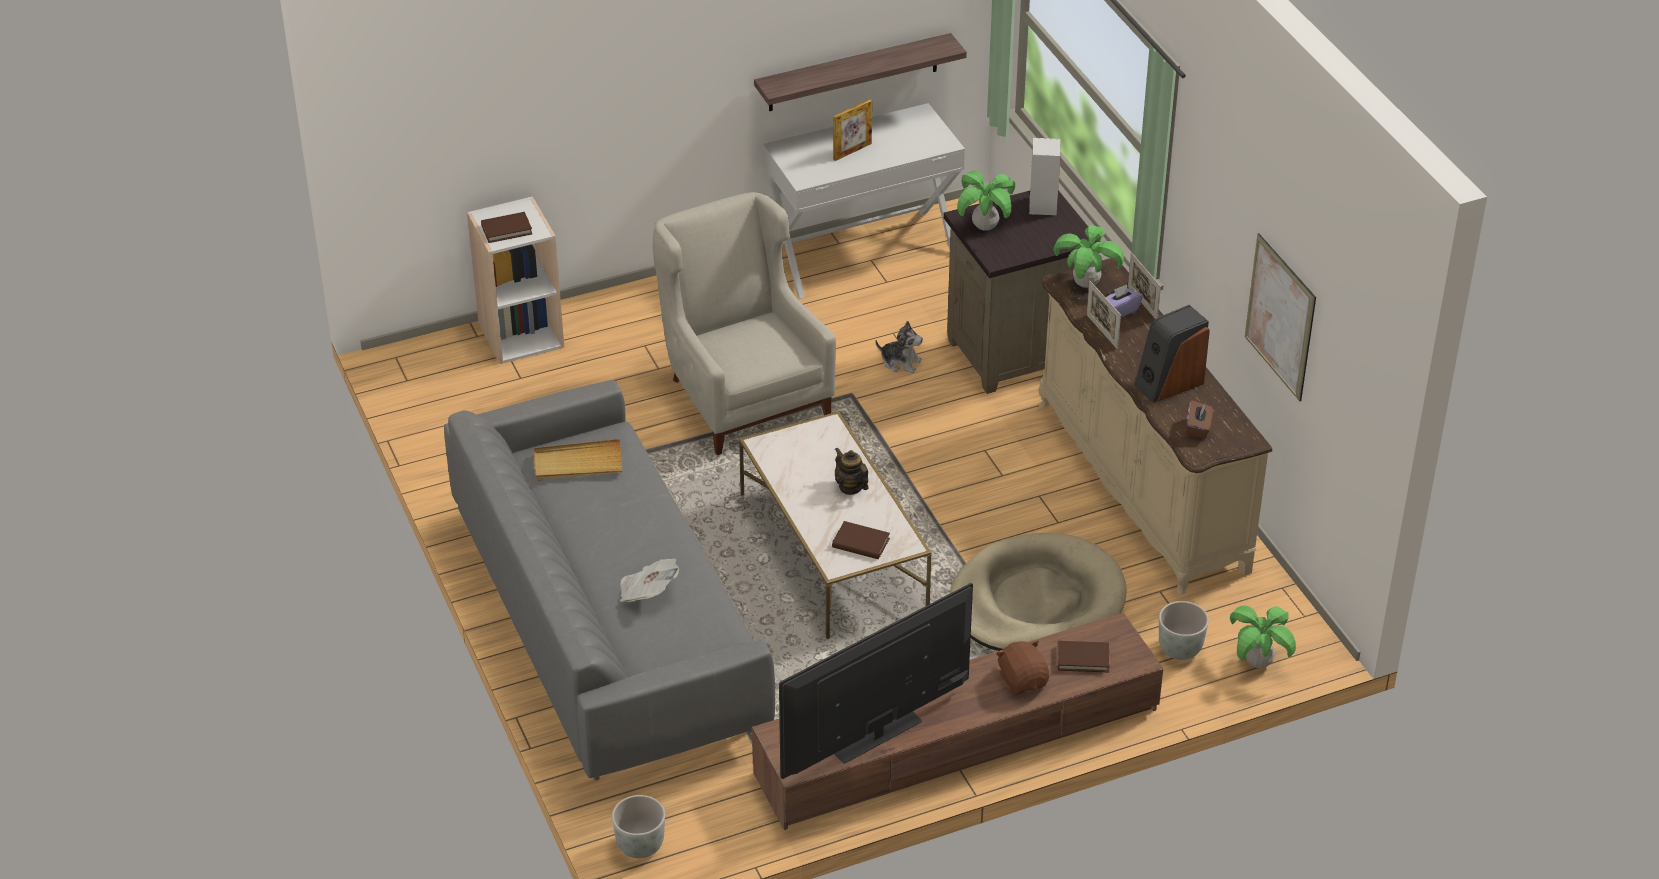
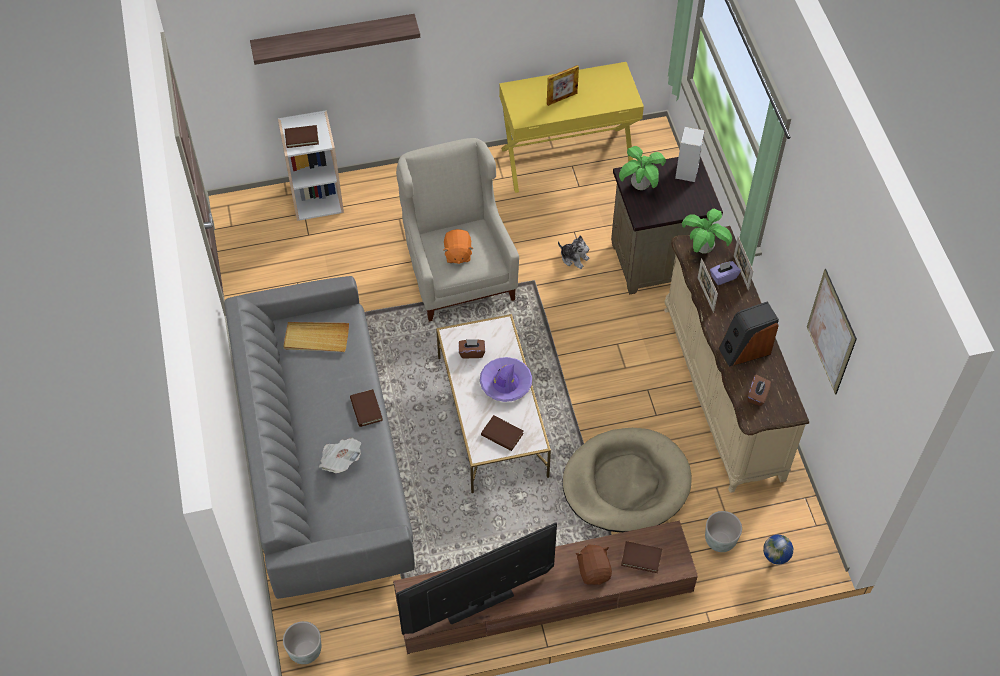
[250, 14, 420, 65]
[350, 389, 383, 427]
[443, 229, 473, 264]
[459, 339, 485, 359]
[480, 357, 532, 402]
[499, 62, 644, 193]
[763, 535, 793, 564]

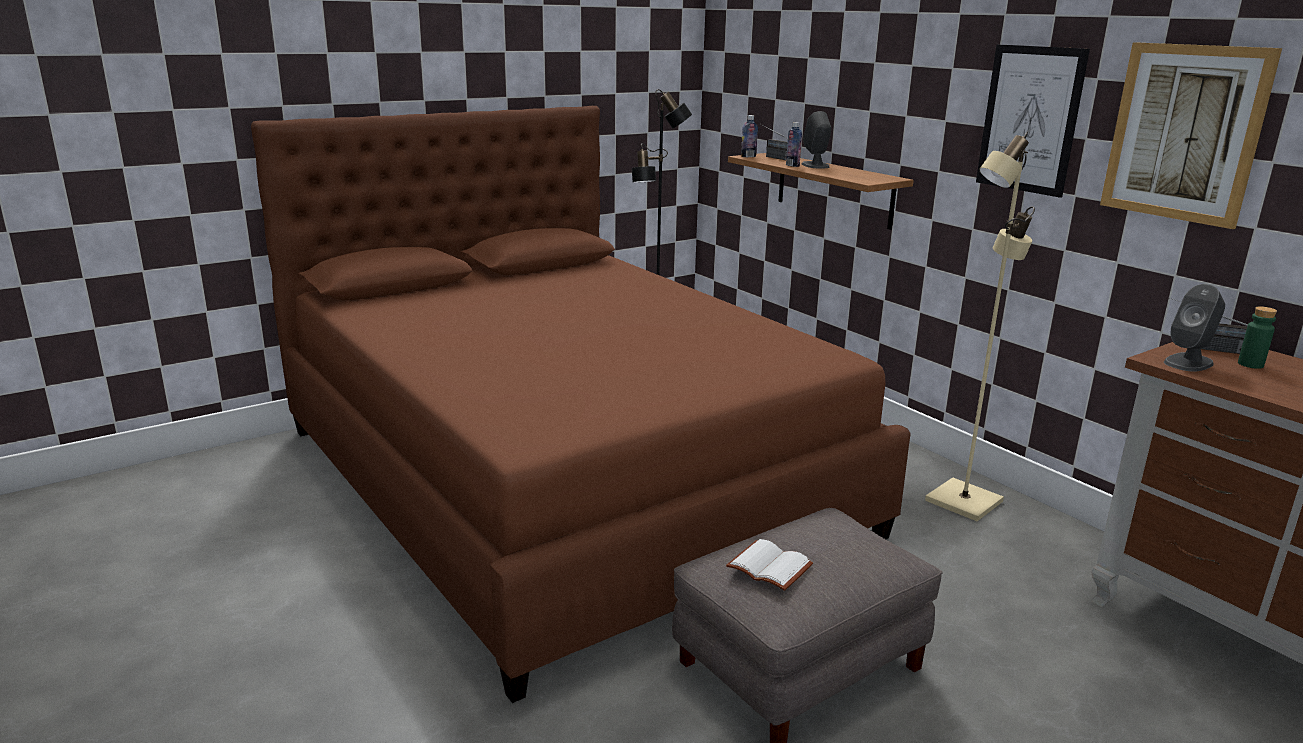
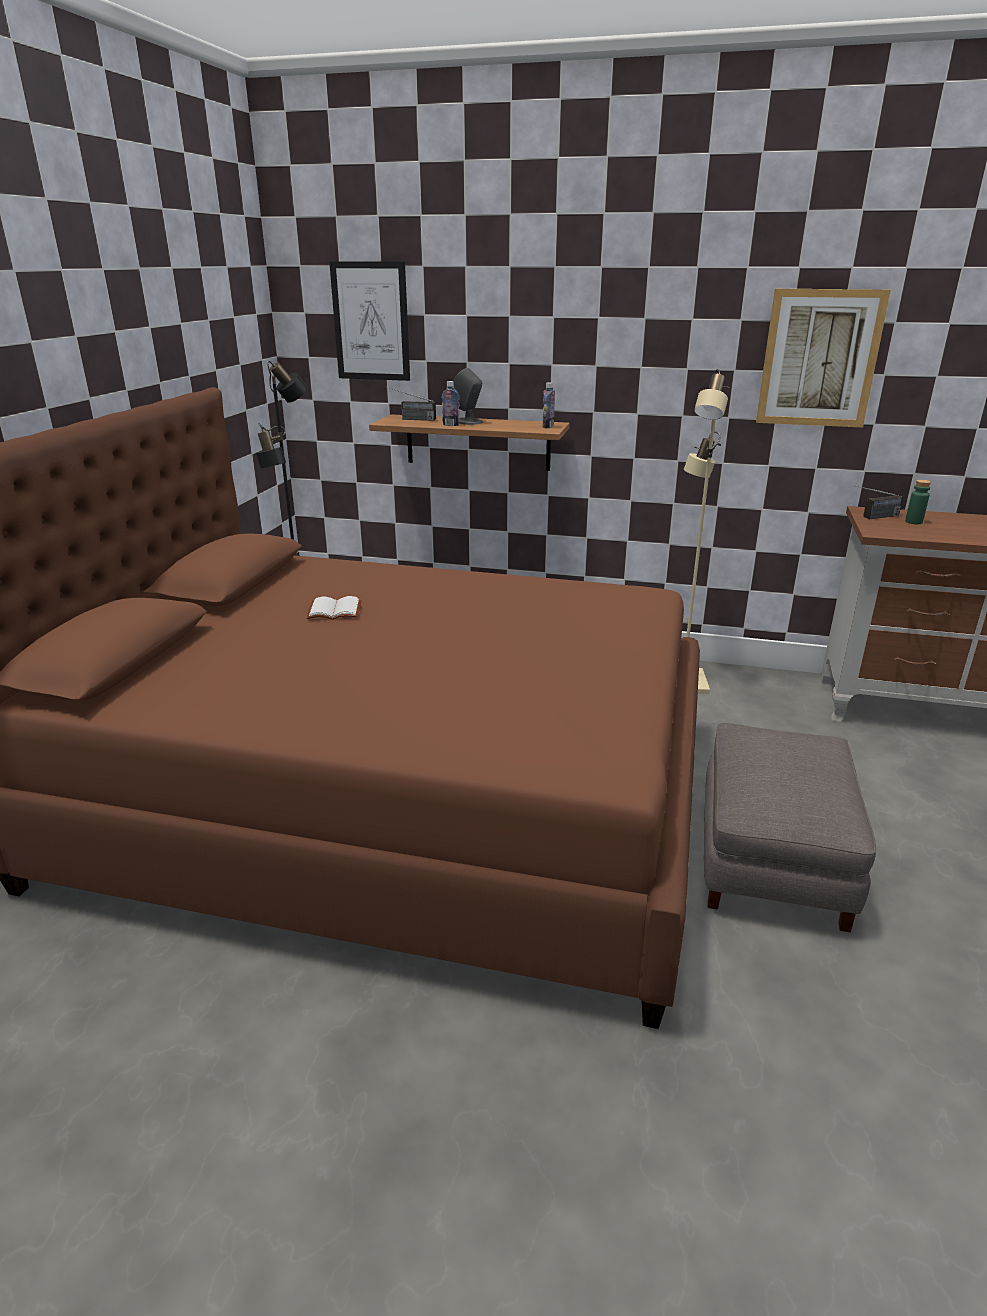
[306, 596, 361, 620]
[329, 261, 410, 381]
[543, 382, 555, 428]
[1164, 284, 1225, 371] (first image)

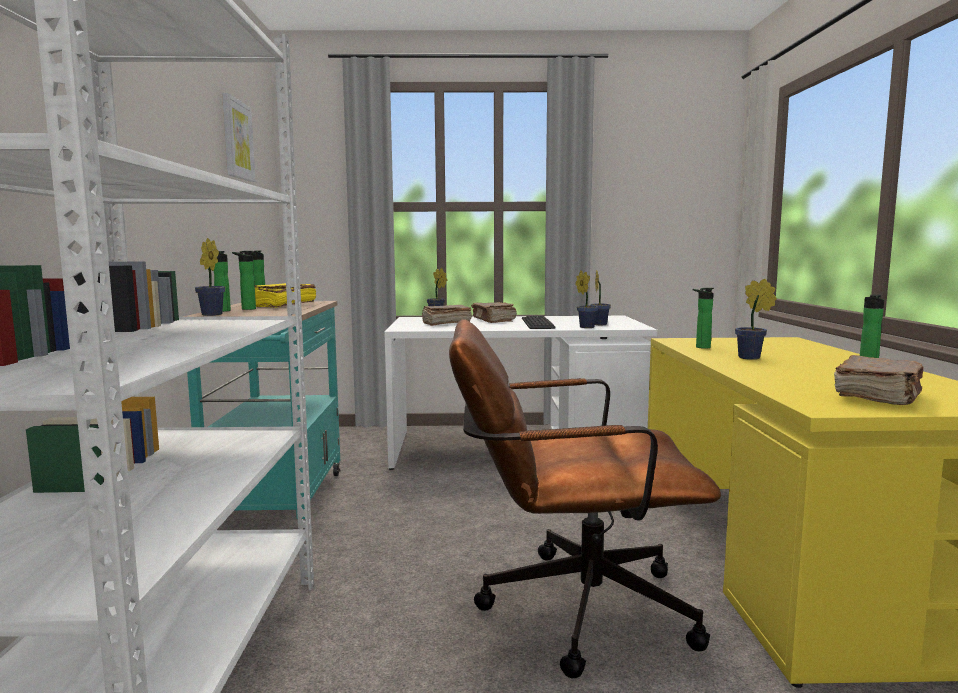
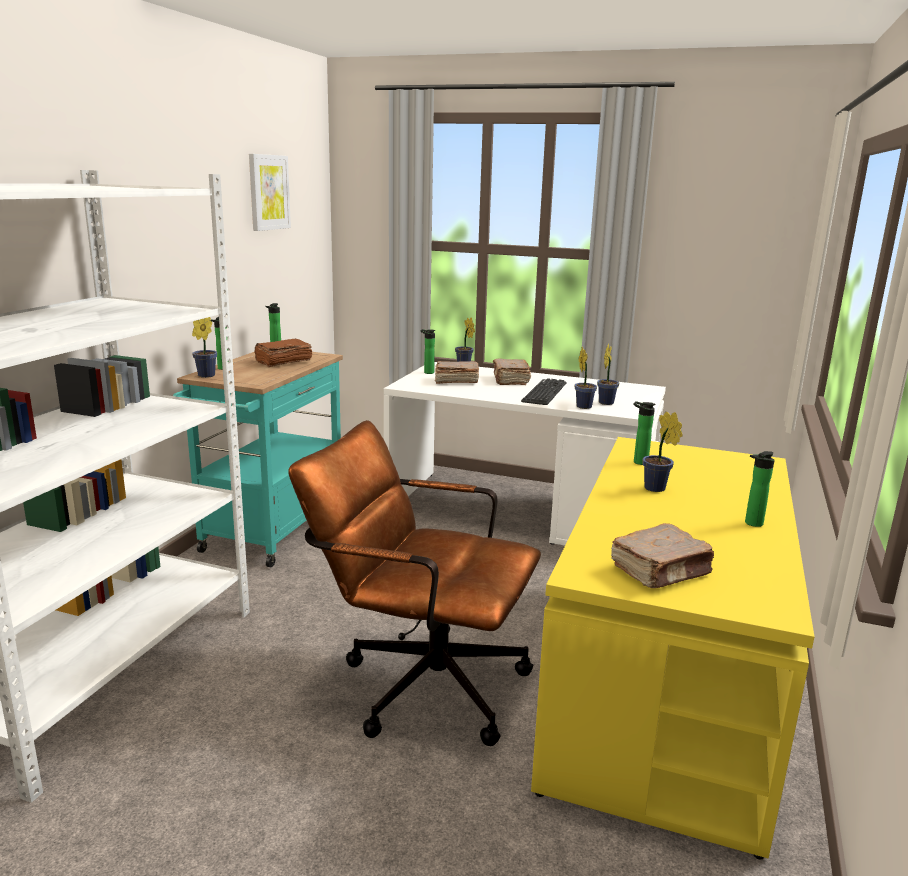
[254, 339, 312, 367]
[420, 329, 435, 374]

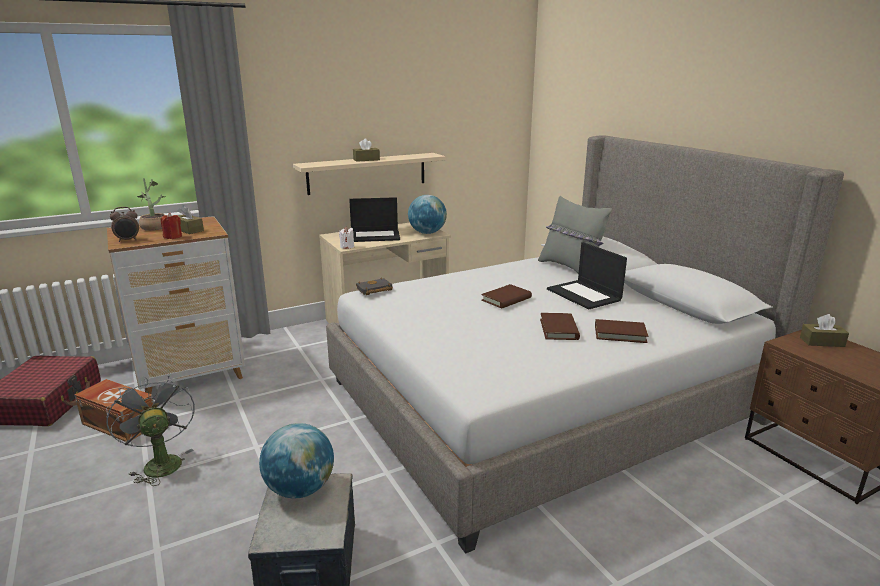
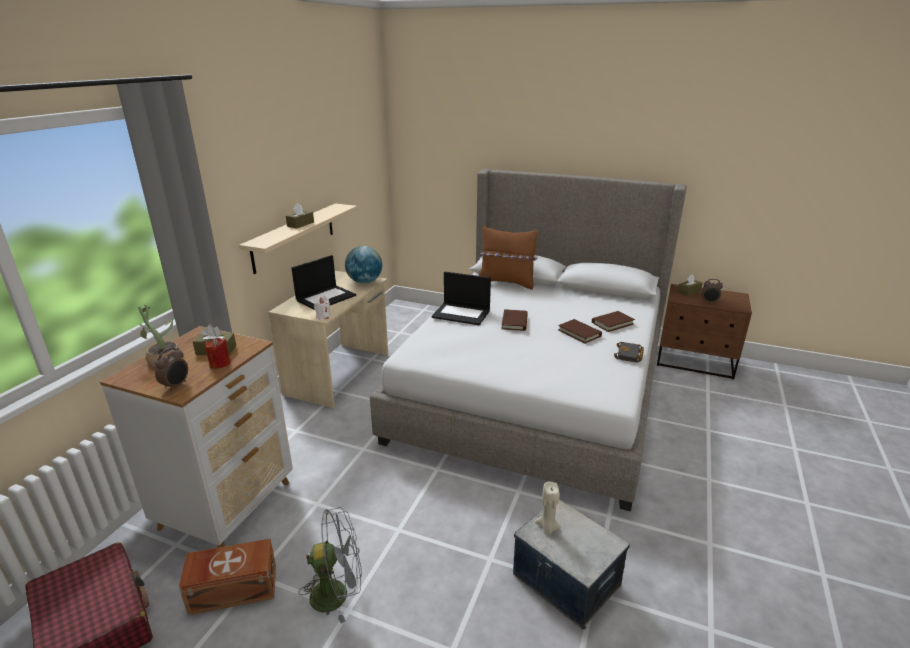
[299, 507, 362, 624]
[432, 272, 491, 325]
[478, 226, 539, 290]
[535, 482, 561, 535]
[614, 342, 644, 363]
[701, 279, 723, 304]

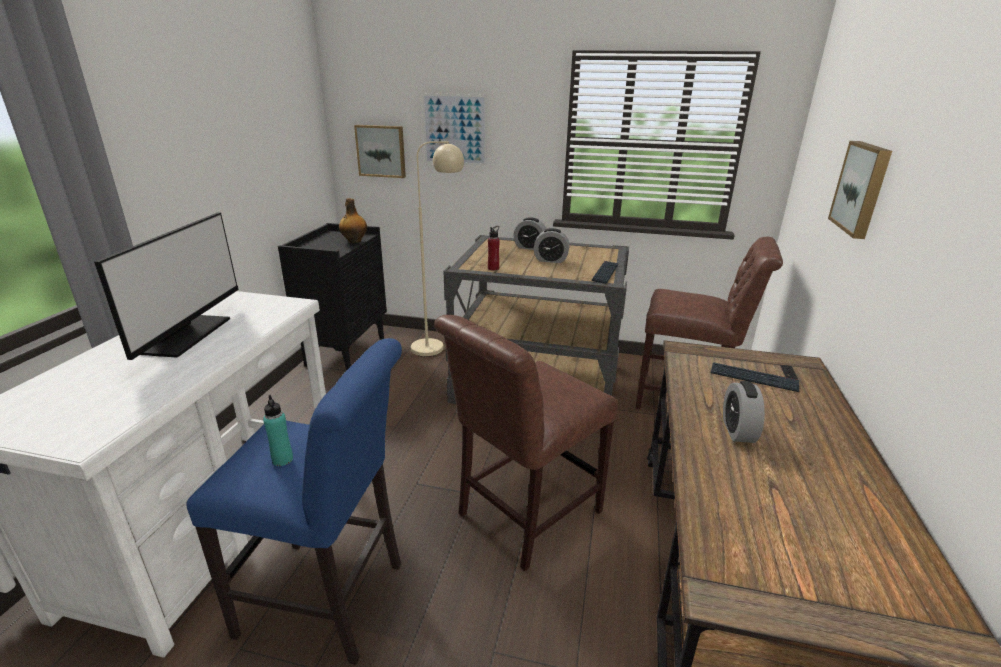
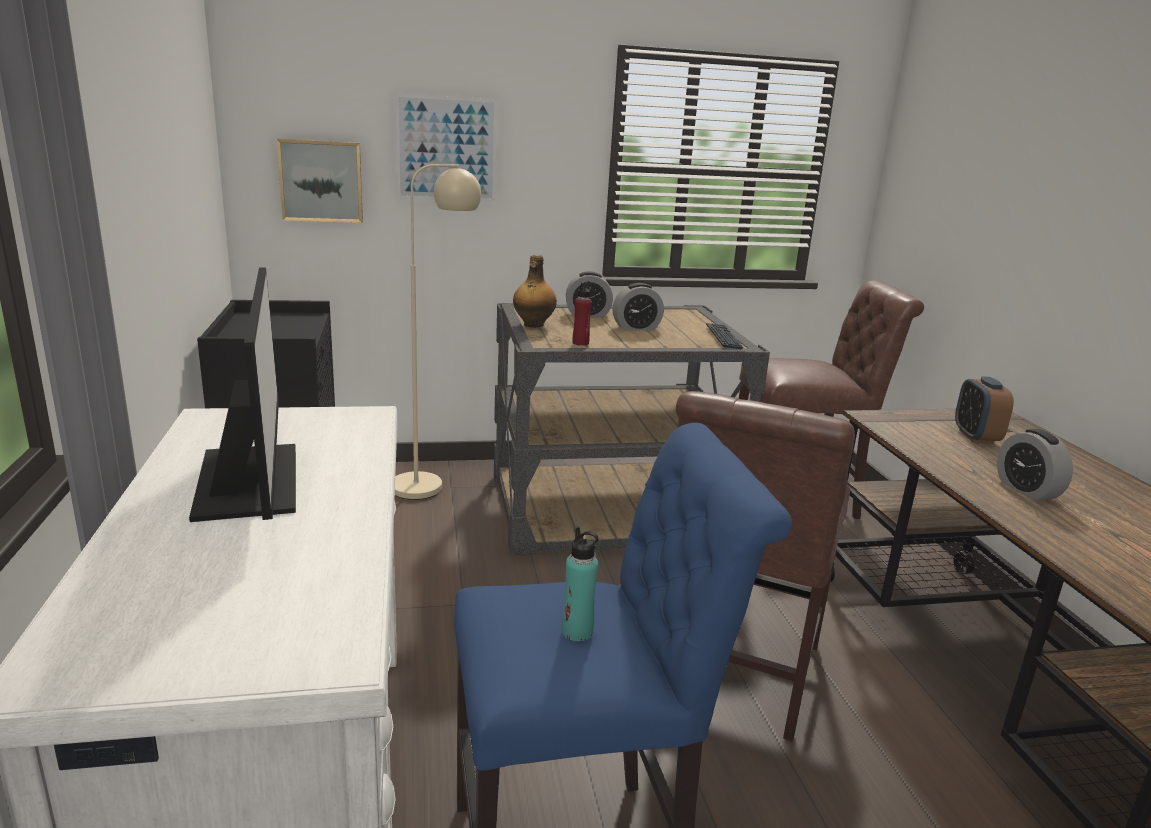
[513, 255, 557, 328]
[955, 376, 1014, 444]
[828, 141, 892, 239] (first image)

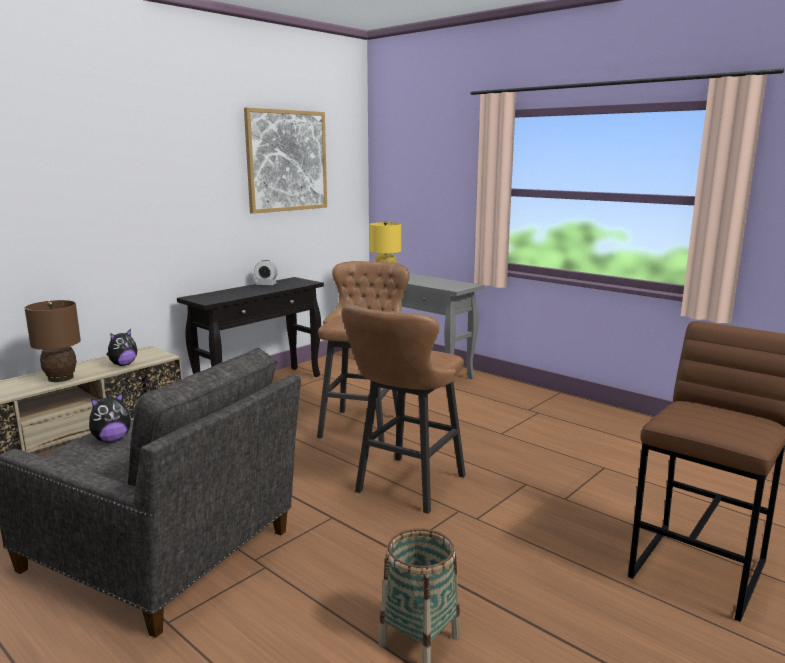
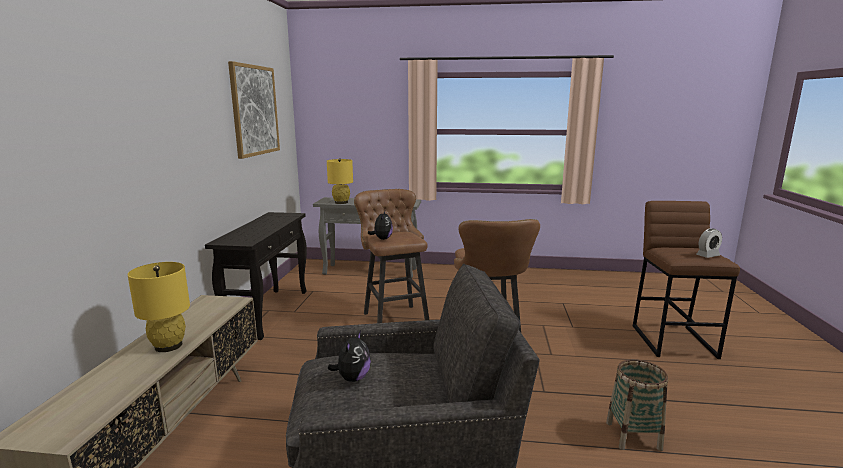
[127, 262, 190, 352]
[368, 211, 393, 240]
[696, 229, 722, 258]

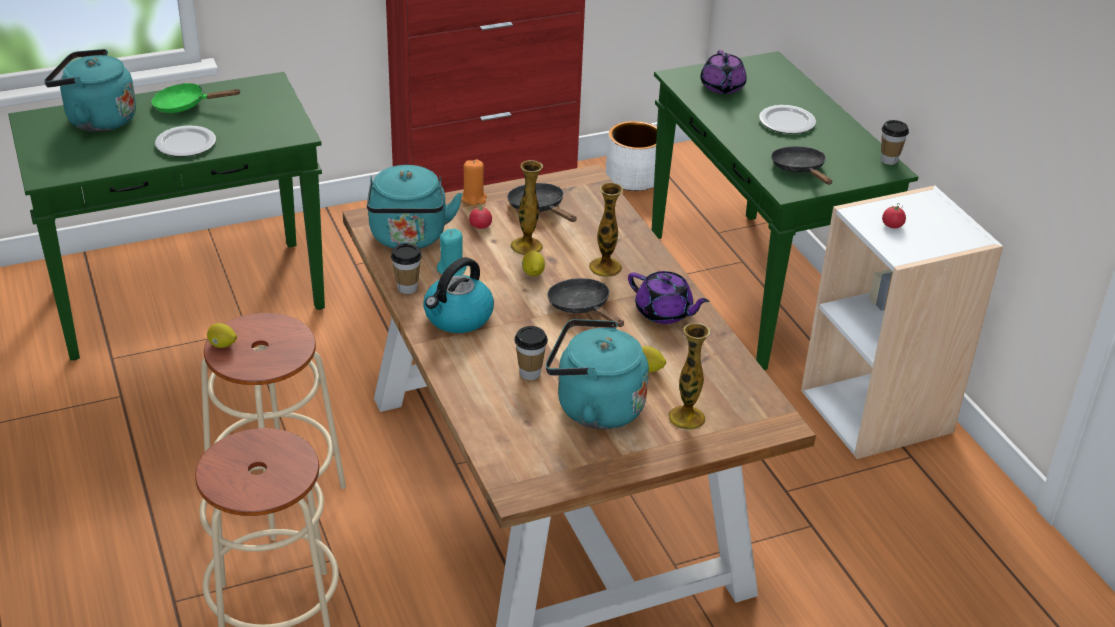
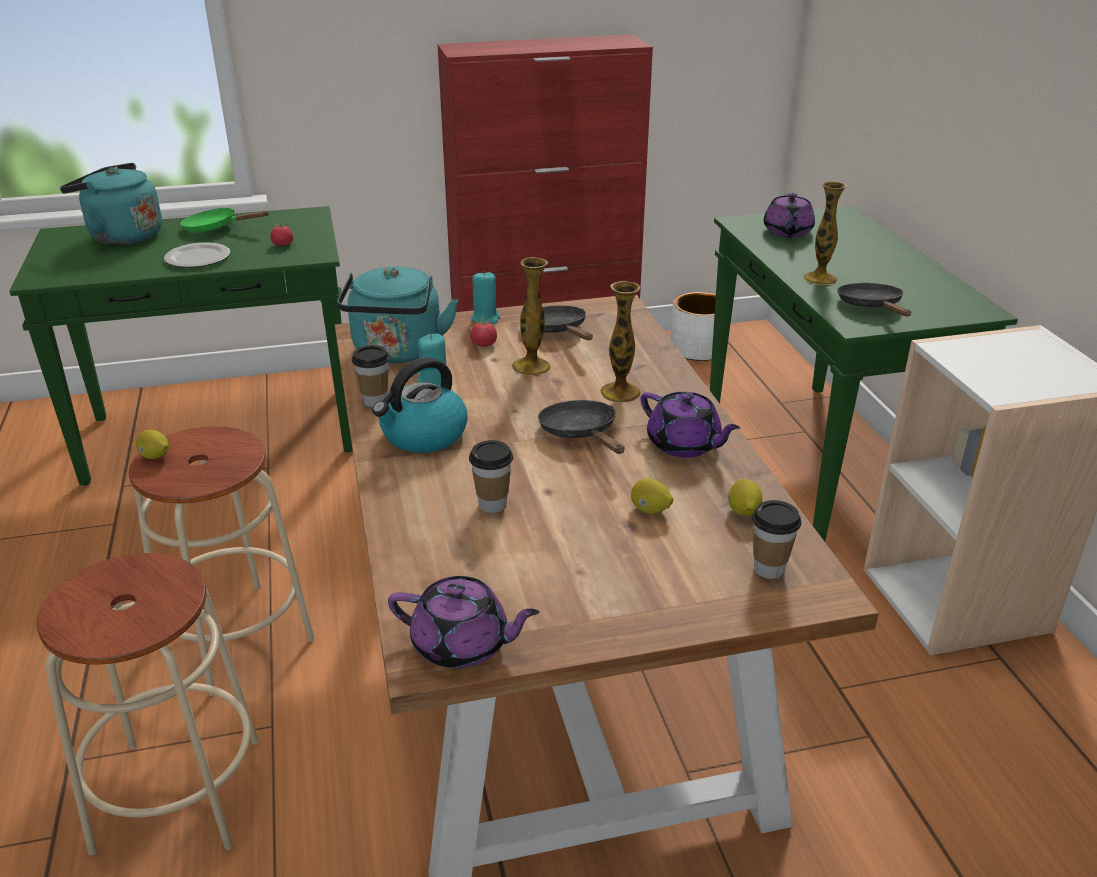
[270, 222, 293, 246]
[388, 576, 540, 668]
[471, 271, 500, 324]
[728, 479, 762, 516]
[752, 500, 801, 579]
[803, 181, 847, 285]
[546, 319, 649, 429] (first image)
[759, 105, 816, 134] (first image)

